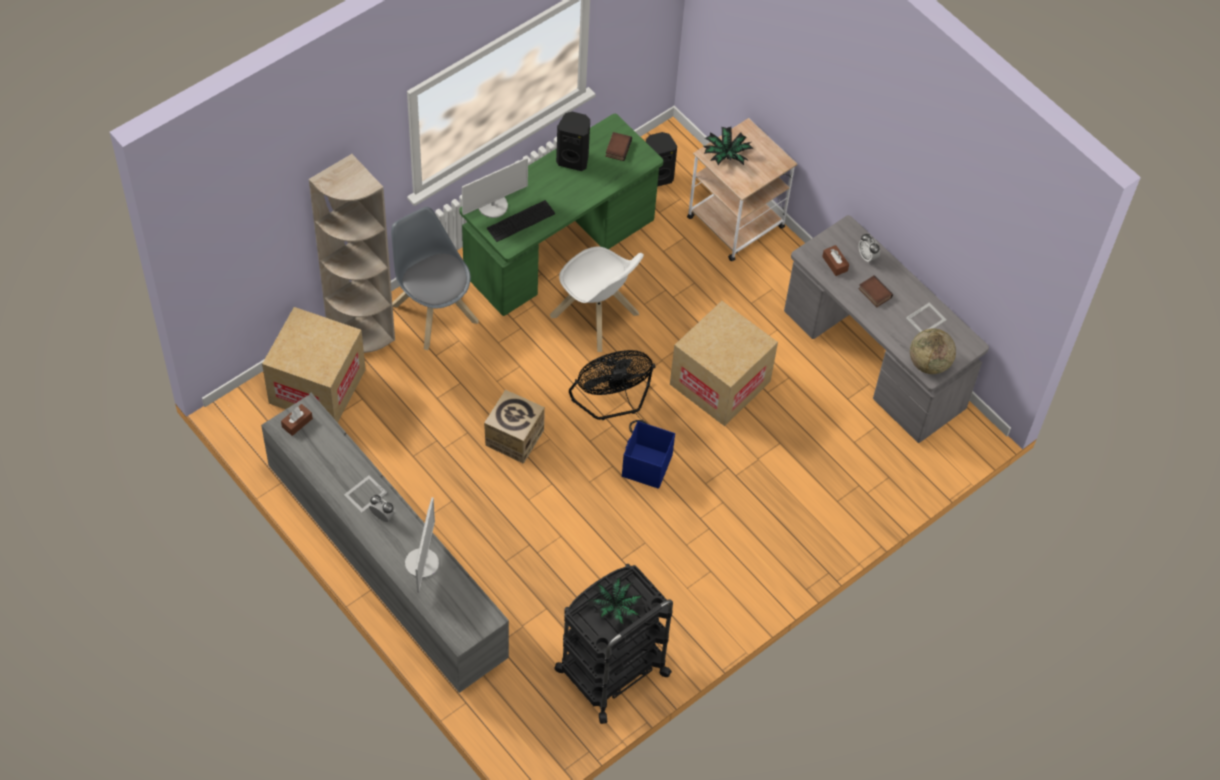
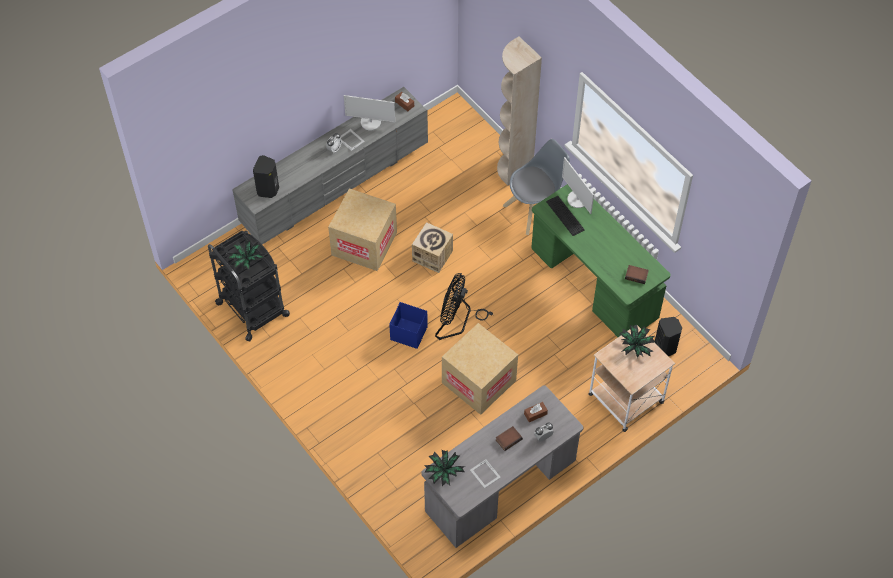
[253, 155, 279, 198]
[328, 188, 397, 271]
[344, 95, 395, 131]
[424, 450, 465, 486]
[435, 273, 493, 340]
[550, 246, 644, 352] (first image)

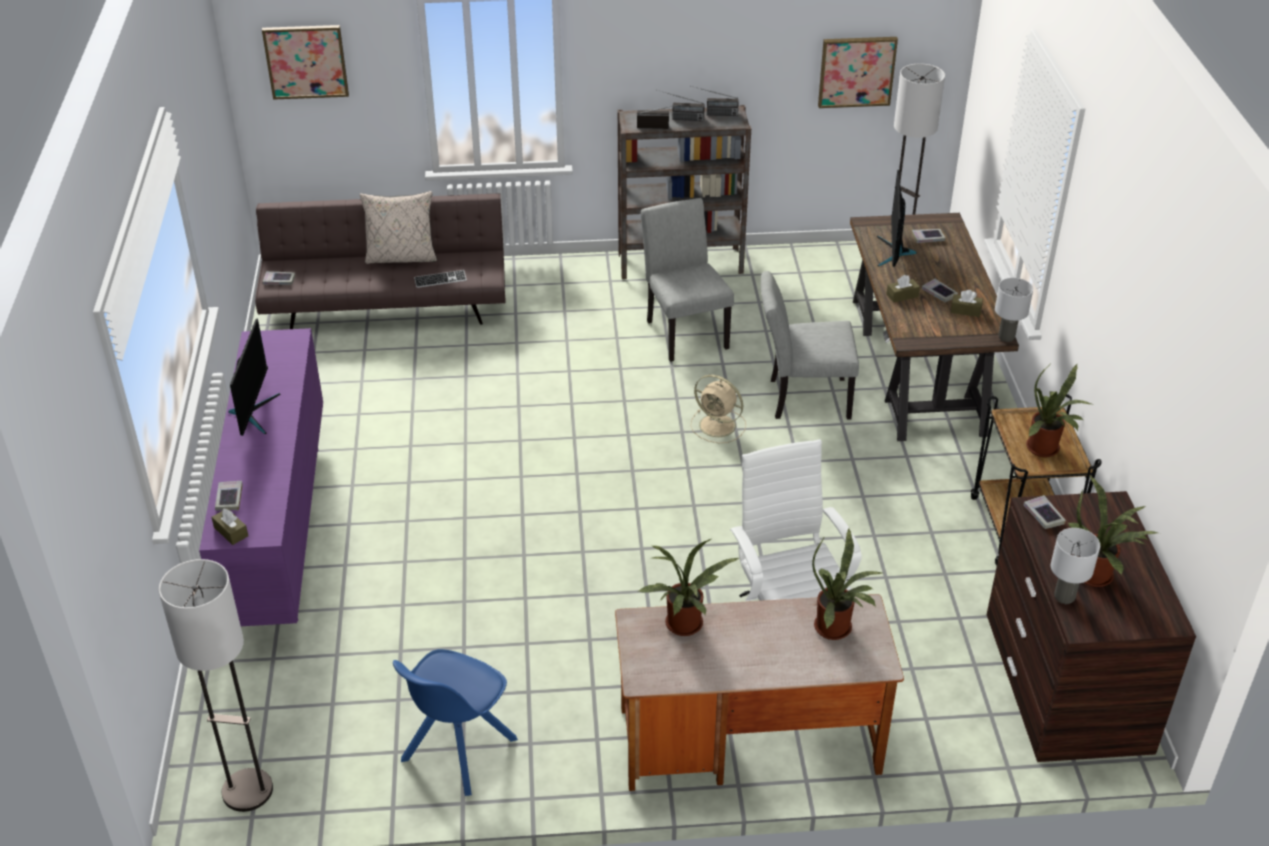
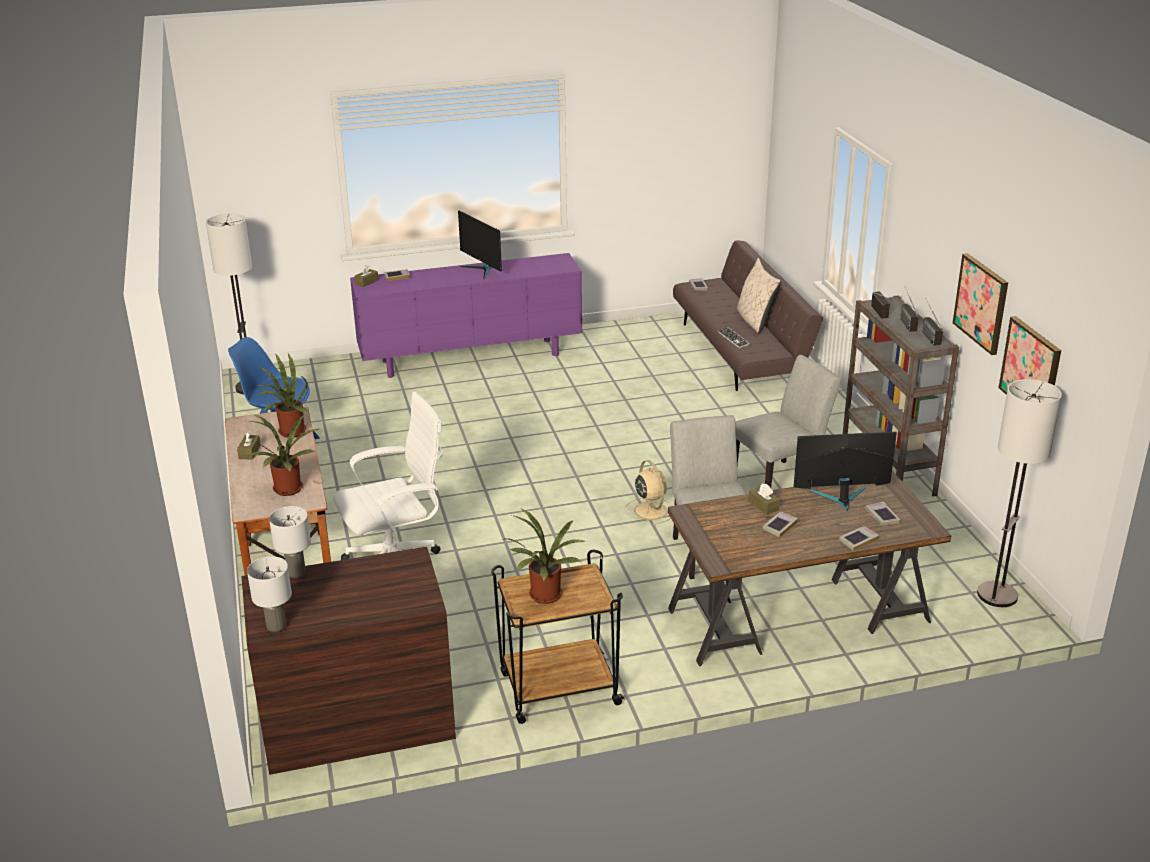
[237, 431, 261, 460]
[247, 556, 292, 632]
[458, 211, 502, 280]
[625, 460, 672, 526]
[839, 526, 879, 551]
[953, 253, 1008, 355]
[1068, 475, 1158, 587] (first image)

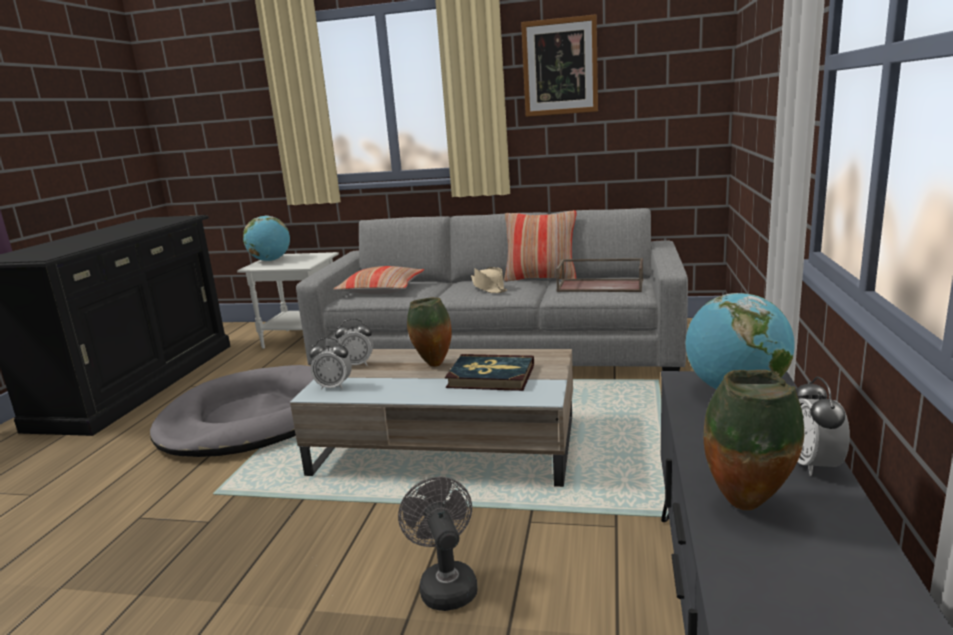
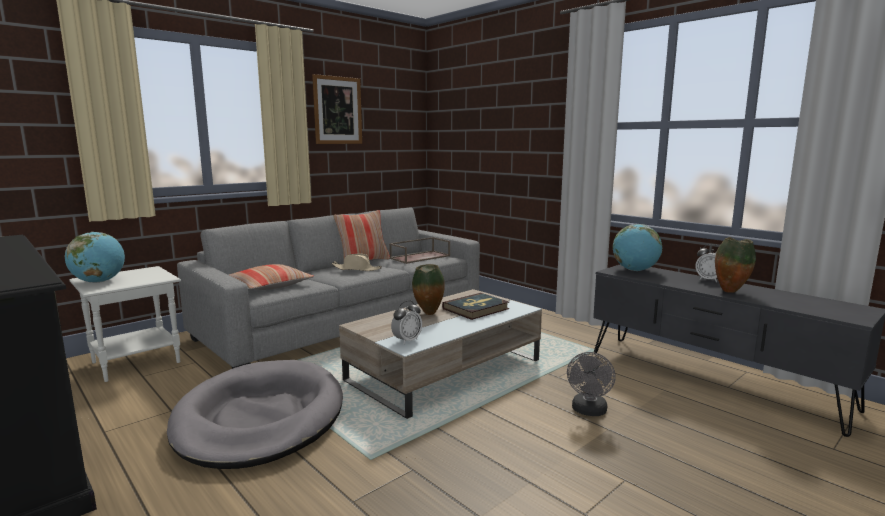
[567, 352, 616, 416]
[335, 319, 373, 366] (first image)

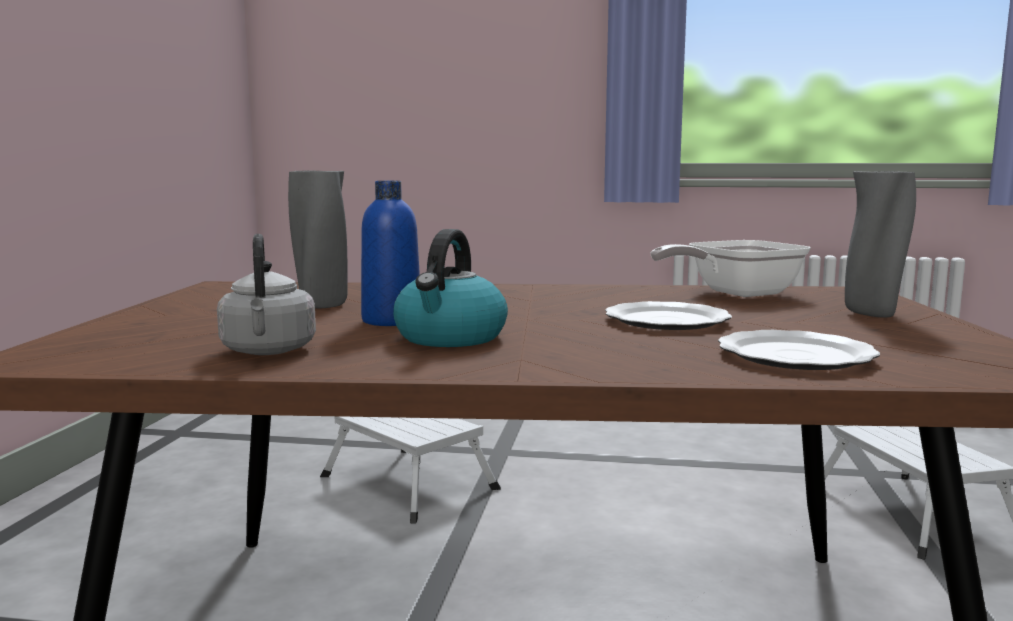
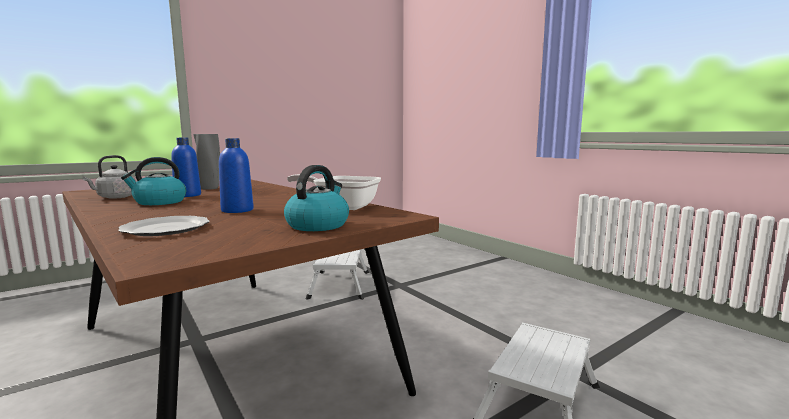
[219, 138, 254, 213]
[284, 165, 349, 231]

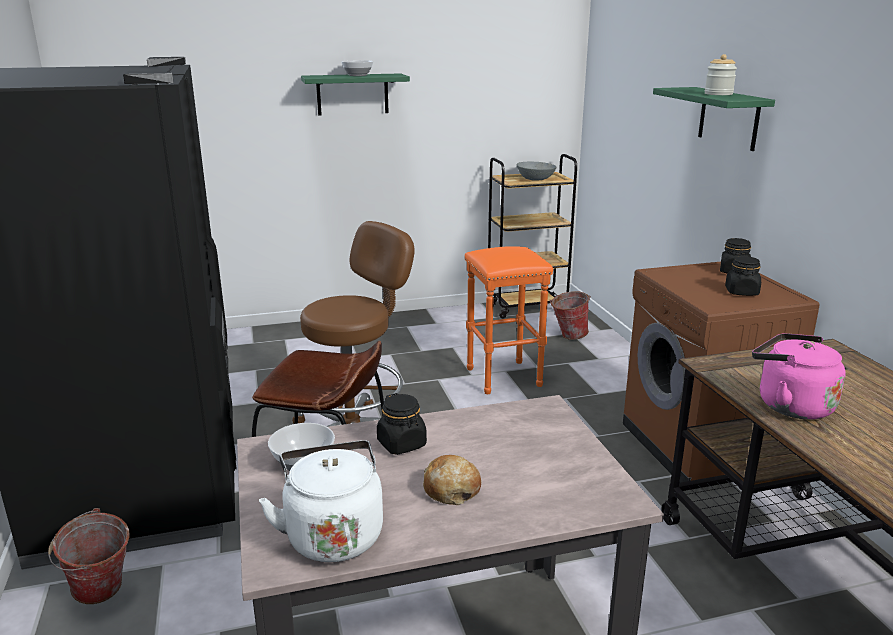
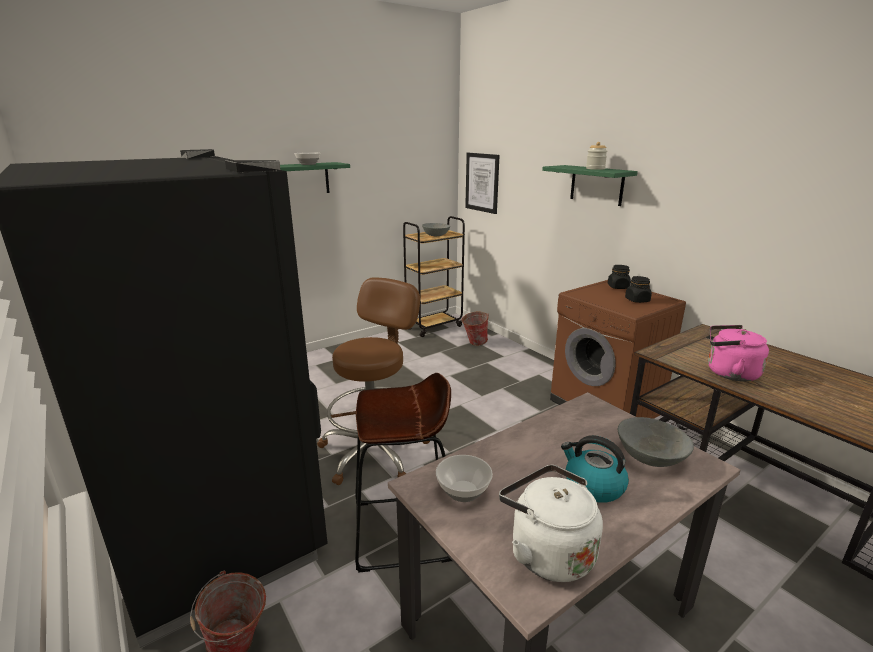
[465, 153, 500, 214]
[561, 435, 629, 503]
[618, 417, 694, 467]
[377, 393, 427, 455] (first image)
[465, 246, 553, 394] (first image)

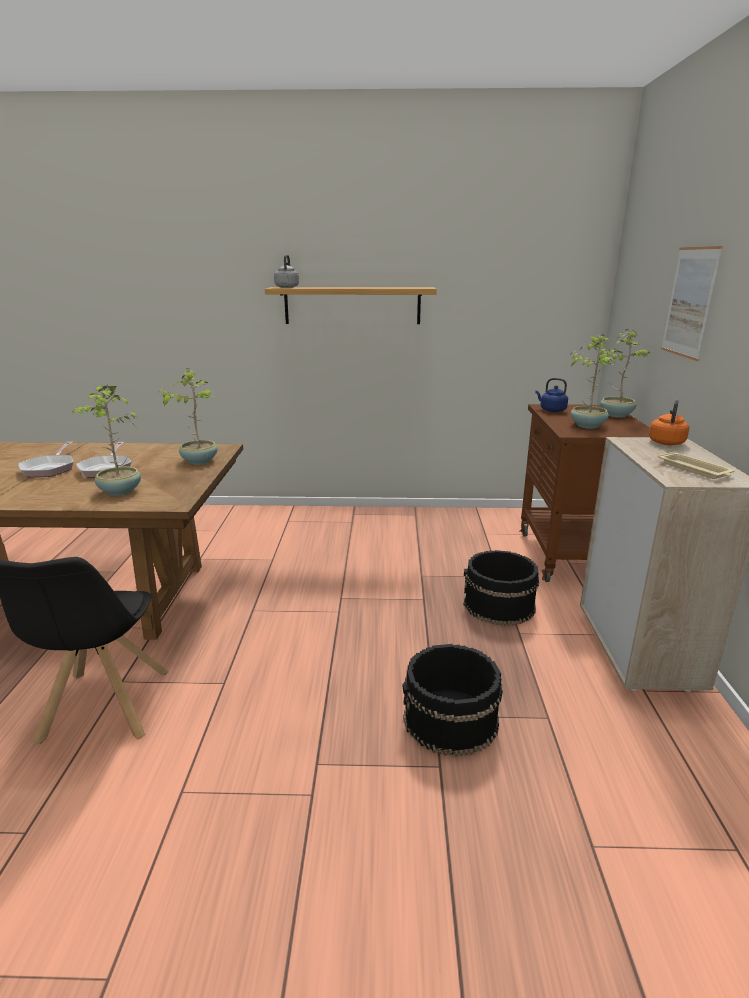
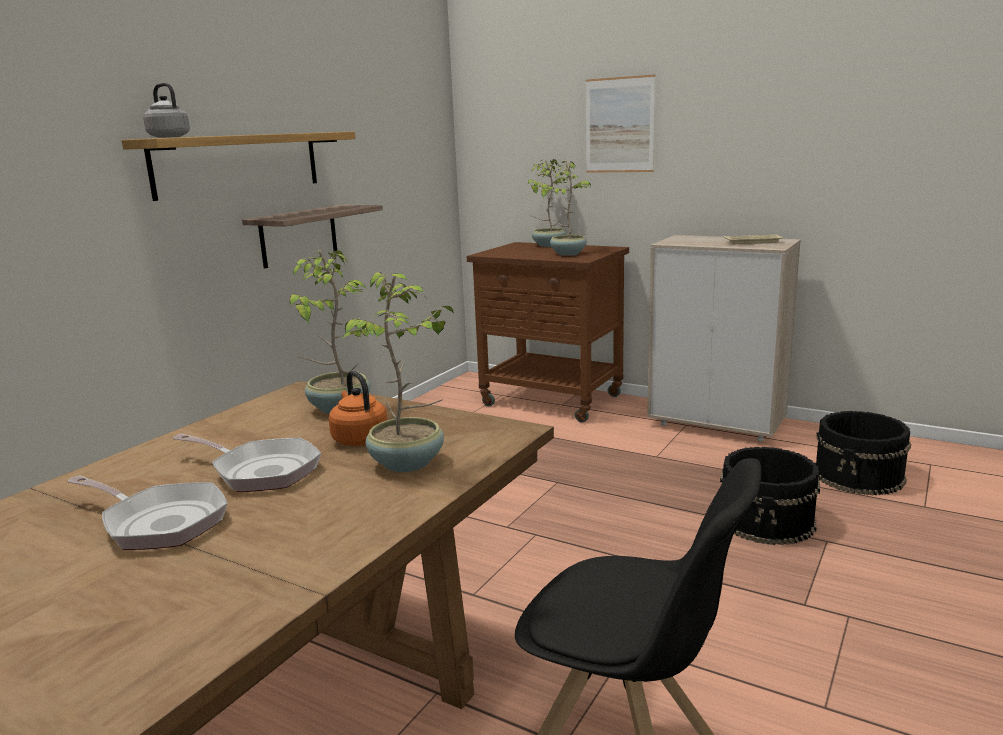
[242, 205, 383, 269]
[329, 371, 387, 446]
[816, 411, 911, 495]
[535, 378, 568, 412] (first image)

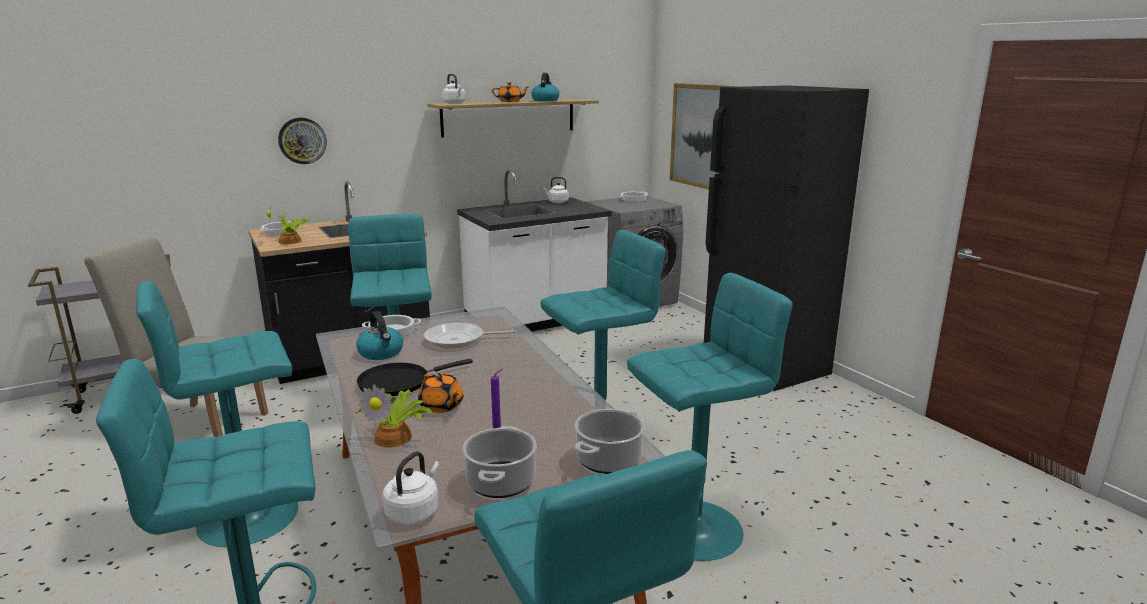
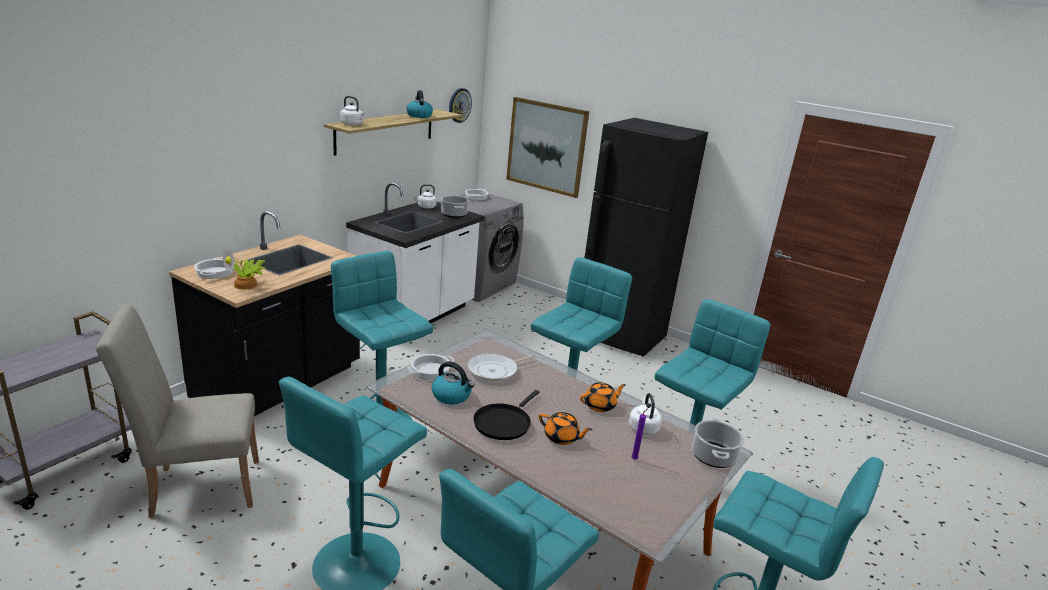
[441, 195, 469, 218]
[449, 88, 472, 123]
[580, 383, 626, 412]
[629, 393, 662, 435]
[355, 384, 432, 447] (first image)

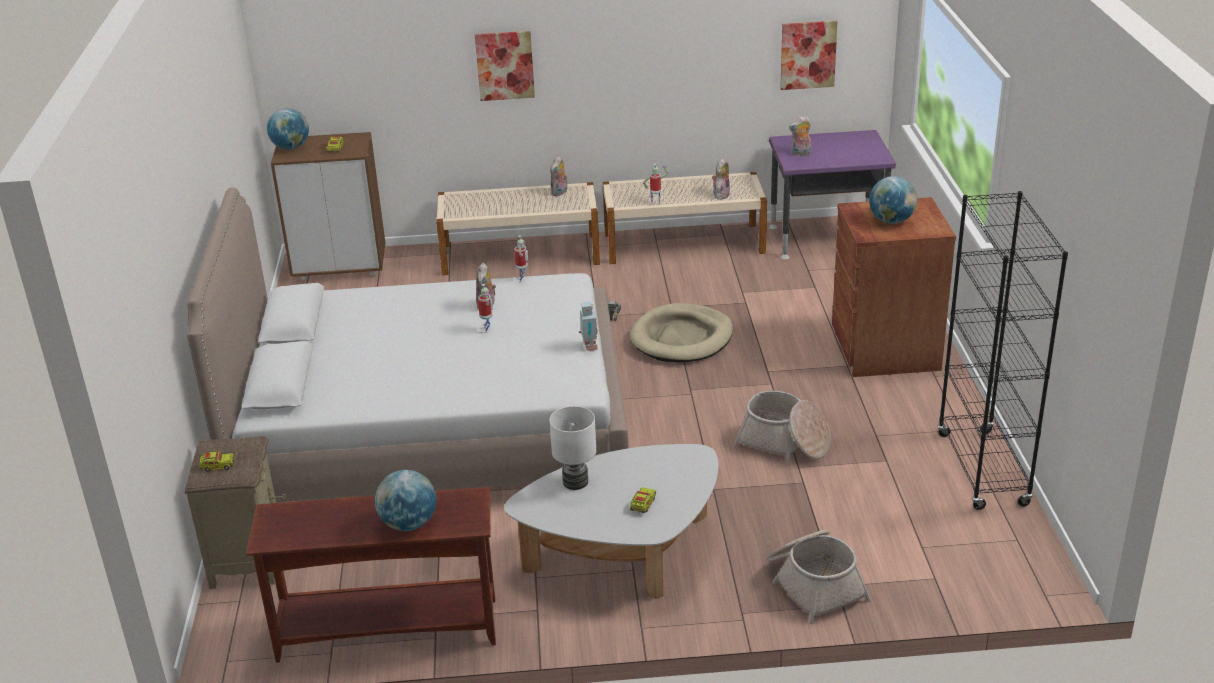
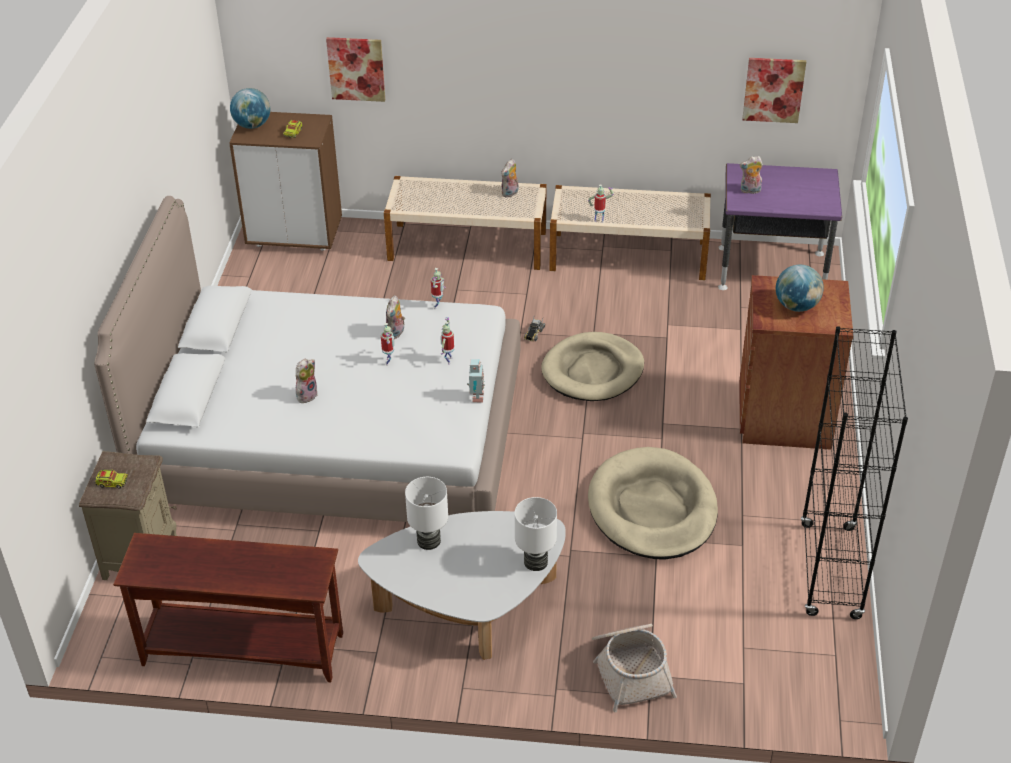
[296, 359, 318, 403]
[326, 37, 385, 102]
[440, 318, 454, 364]
[515, 497, 557, 571]
[588, 447, 718, 559]
[375, 470, 436, 531] (first image)
[630, 487, 656, 513] (first image)

